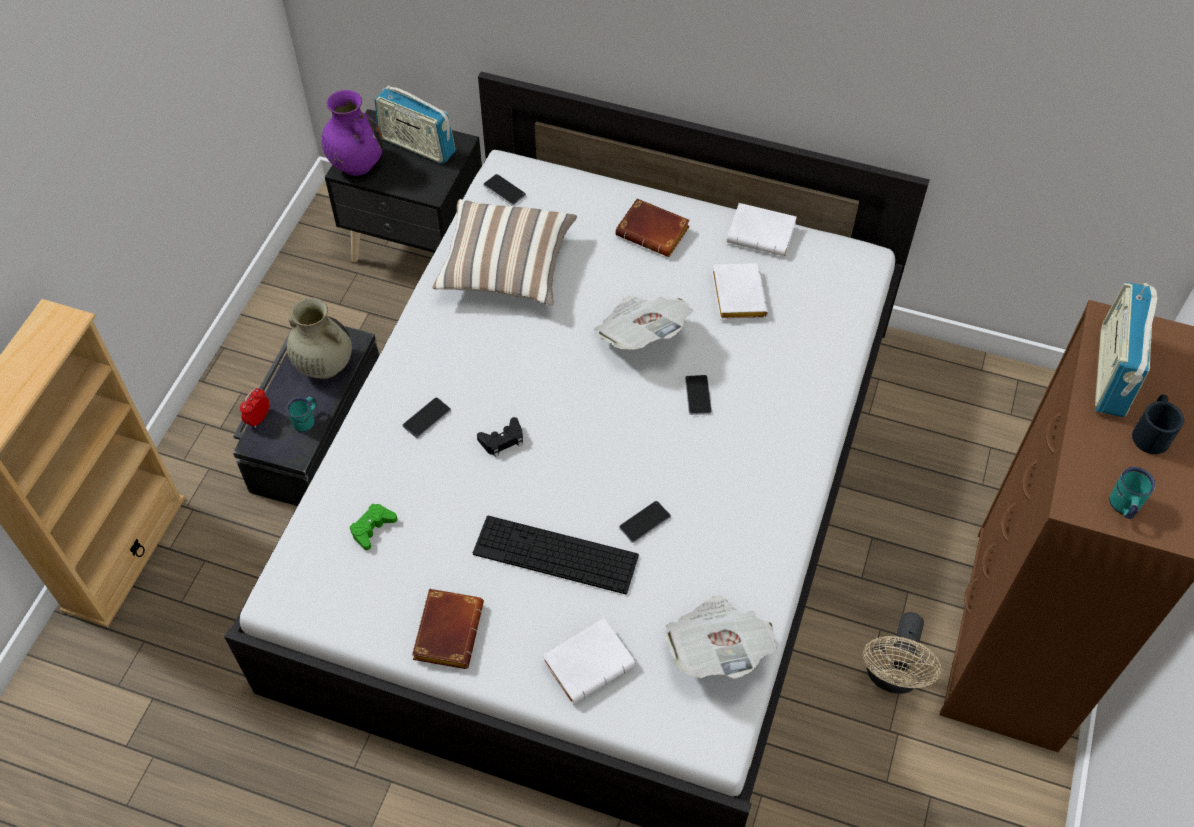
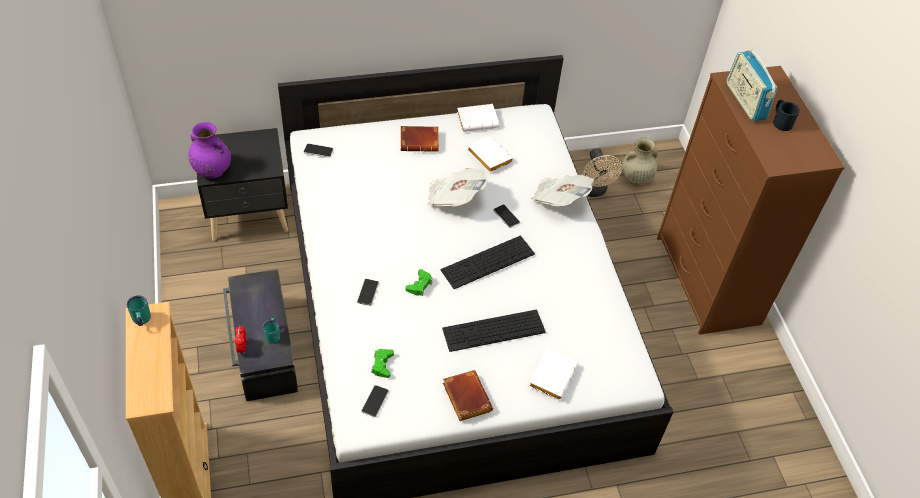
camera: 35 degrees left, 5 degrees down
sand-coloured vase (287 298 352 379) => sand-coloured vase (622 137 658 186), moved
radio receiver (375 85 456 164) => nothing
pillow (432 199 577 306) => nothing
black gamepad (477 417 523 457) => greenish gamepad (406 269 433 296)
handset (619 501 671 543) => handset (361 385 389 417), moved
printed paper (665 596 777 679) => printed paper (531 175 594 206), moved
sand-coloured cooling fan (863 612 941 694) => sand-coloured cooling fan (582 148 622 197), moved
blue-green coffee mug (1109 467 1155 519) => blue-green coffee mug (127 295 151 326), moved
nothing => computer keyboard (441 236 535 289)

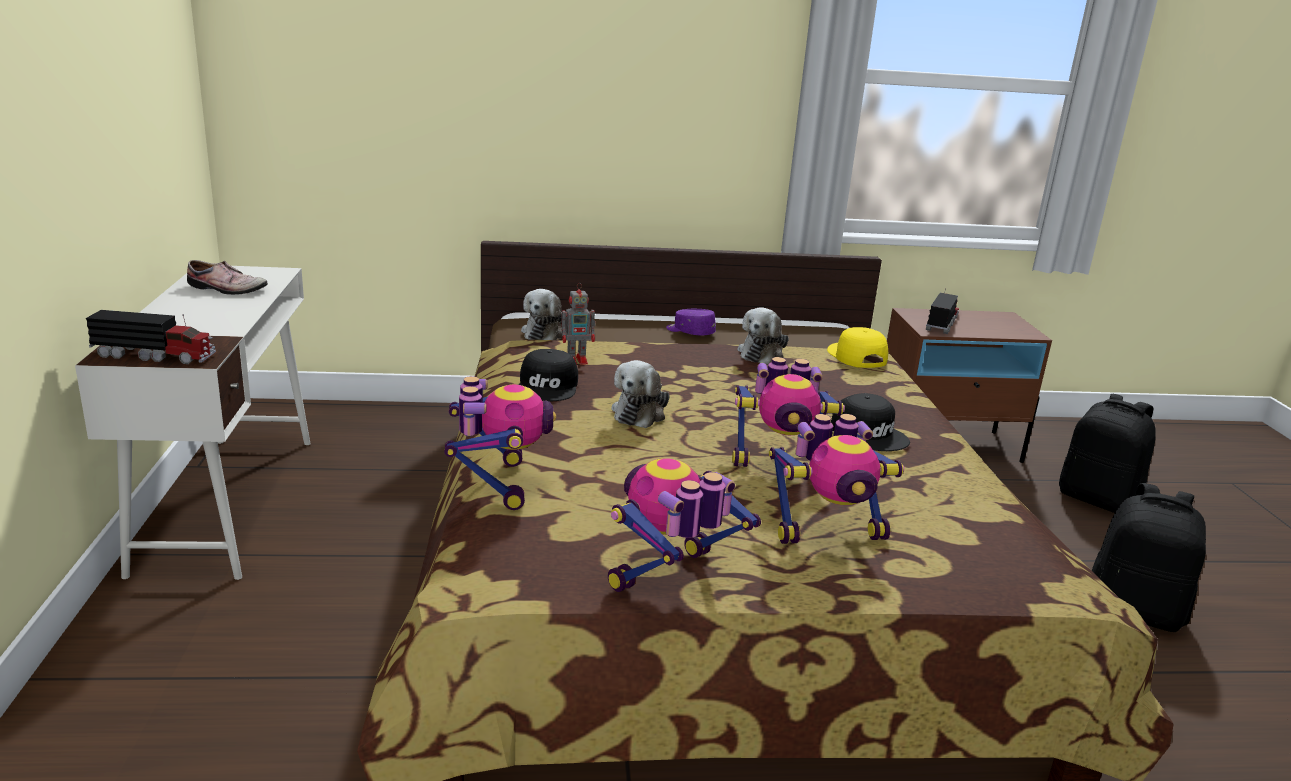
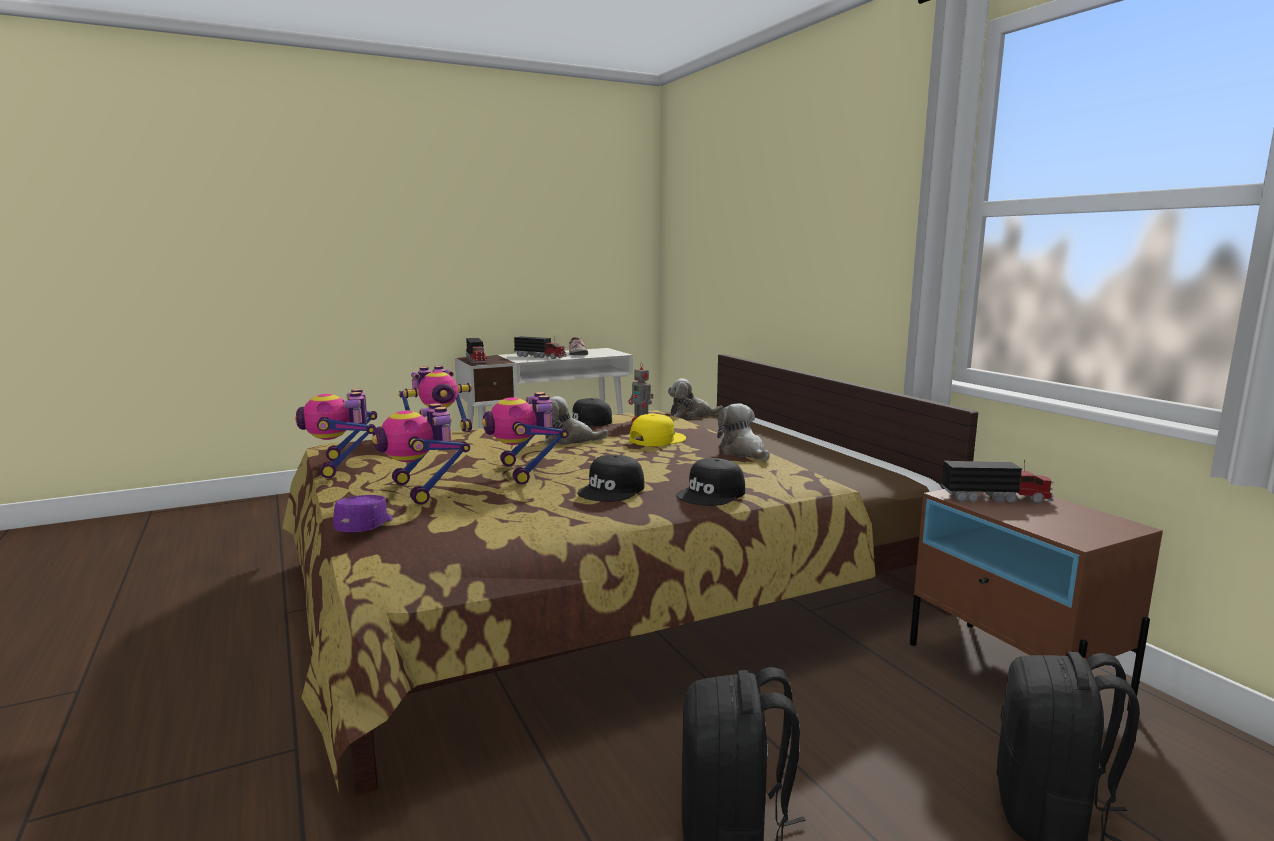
camera: 70 degrees right, 10 degrees down
robot figure (608 458 761 592) => robot figure (295 389 377 478), 135 degrees counterclockwise
purple-coloured cap (666 309 716 335) => purple-coloured cap (333 495 393 532), moved
soft toy (738 308 789 365) => soft toy (717 403 770 460), 60 degrees clockwise
yellow cap (827 327 888 368) => yellow cap (630 414 686 446), moved
nothing => model truck (514 336 567 359)
nothing => black cap (676 458 745 506)

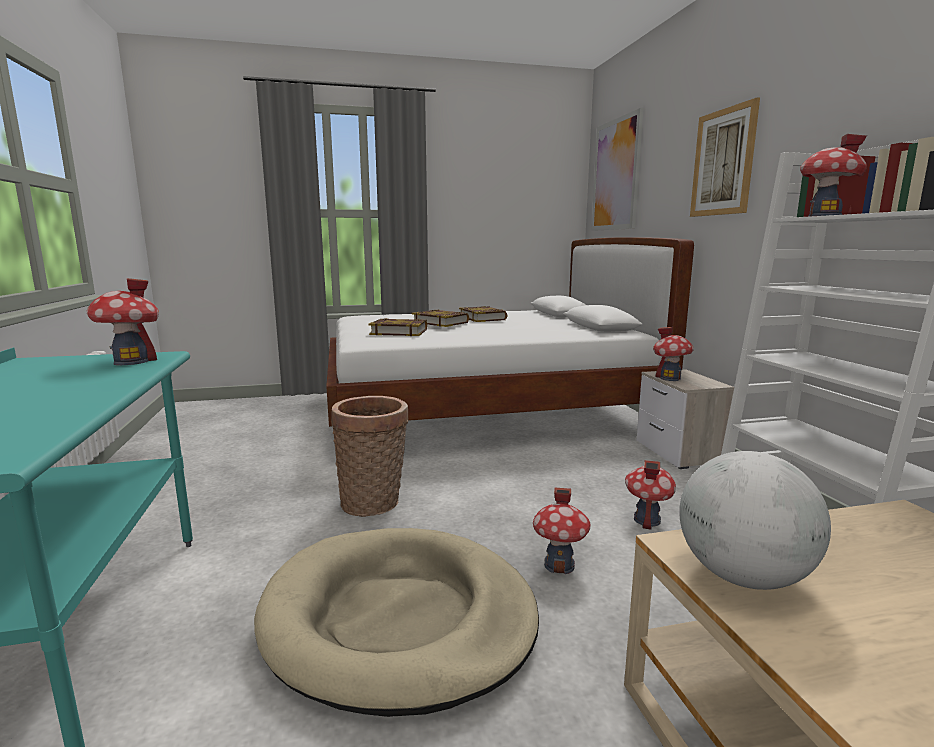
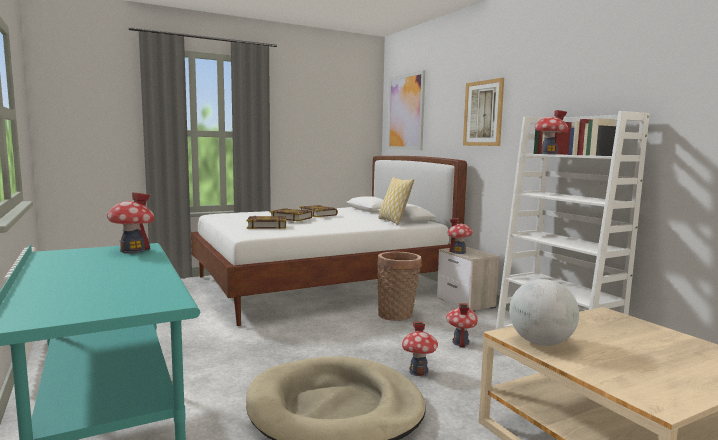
camera: 15 degrees left, 5 degrees down
household basket (331 396 408 517) => household basket (377 251 422 321), moved
nothing => pillow (379 177 414 225)

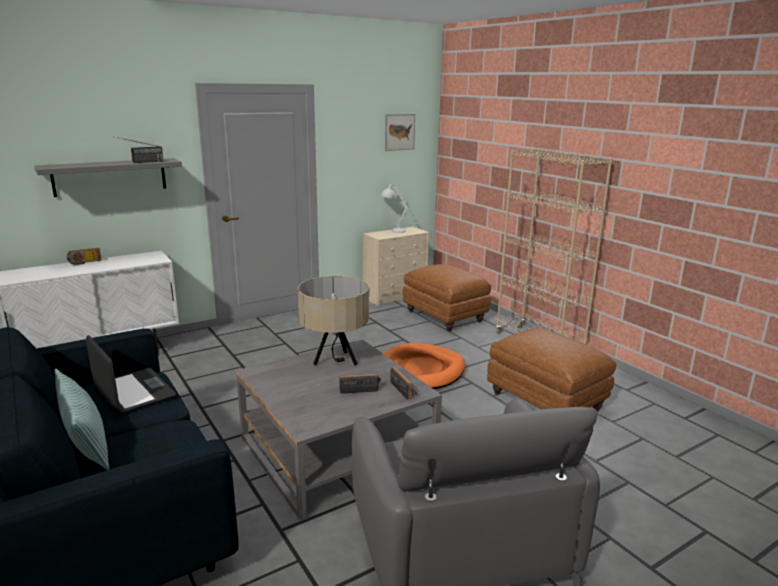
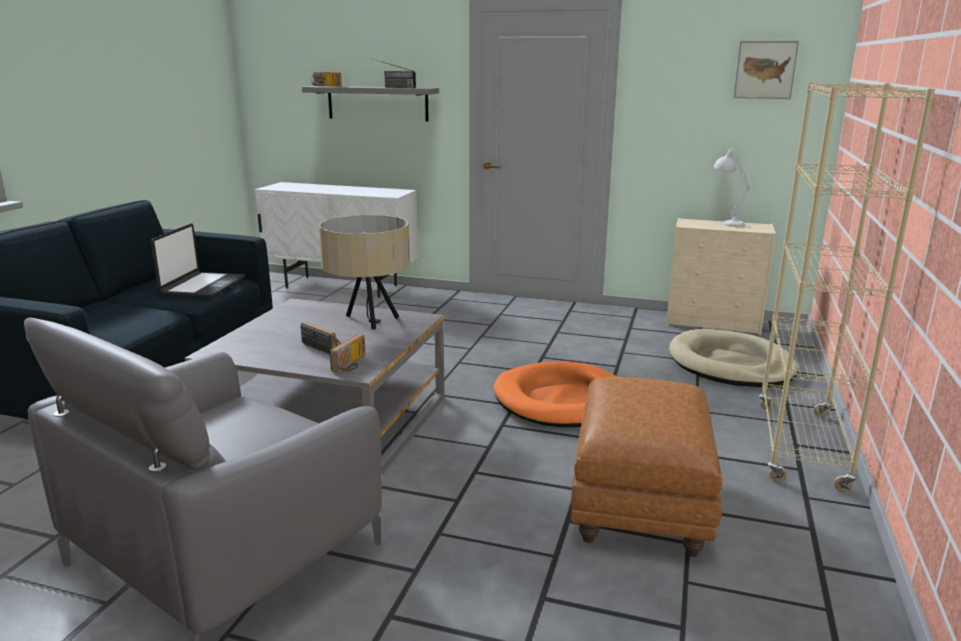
camera: 50 degrees right, 0 degrees up
pillow (55 368 109 470) => nothing
radio receiver (67 248 102 265) => radio receiver (311 72 342 87), moved
brown footrest (403 264 491 331) => sand-coloured pet bed (669 329 799 387)

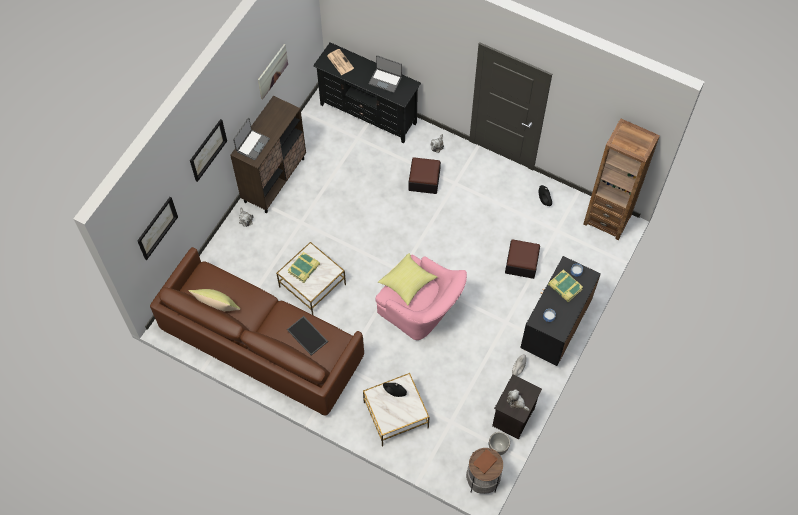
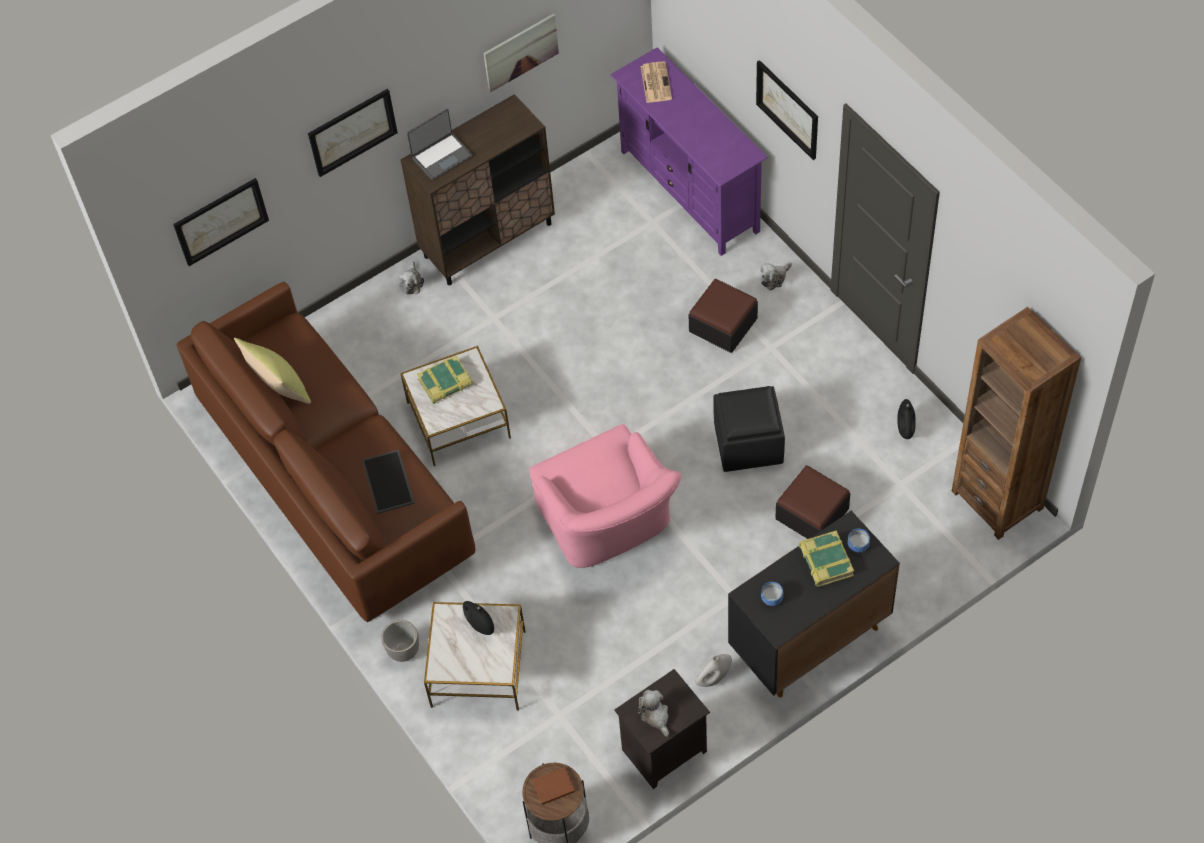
camera: 30 degrees right, 5 degrees down
black media console (313 42 421 144) => purple-coloured media console (610 48 768 256)
laptop (369 55 402 93) => nothing
yellow pillow (378 253 437 306) => nothing
plant pot (489 432 510 455) => plant pot (381 620 419 662), moved
nothing => black footrest (713 386 785 472)
nothing => wall art (756 60 818 160)

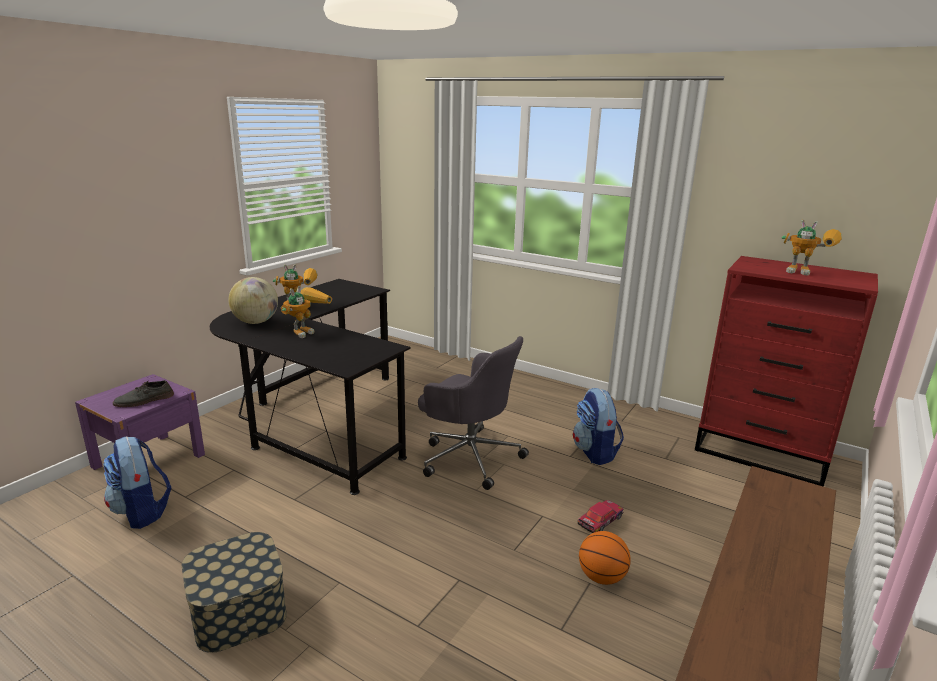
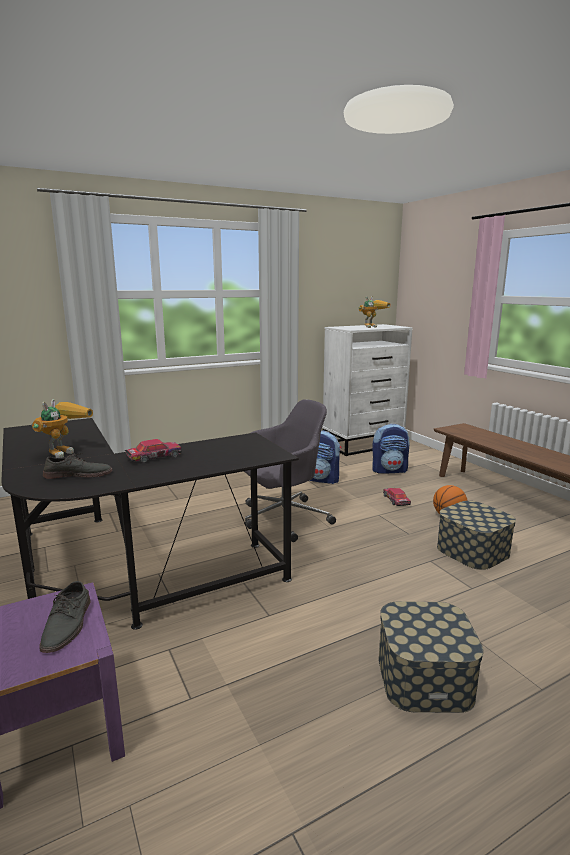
camera: 60 degrees left, 5 degrees down
rucksack (103 436 171 529) => rucksack (372 424 409 473), moved
world globe (228 277 278 324) => grey item of footwear (43 453 112 479)
robot figure (281 286 332 338) => toy car (125 439 182 463)
reddish chest of drawers (695 256 878 487) => white chest of drawers (322 324 412 456)
nothing => storage bin (437 501 516 570)

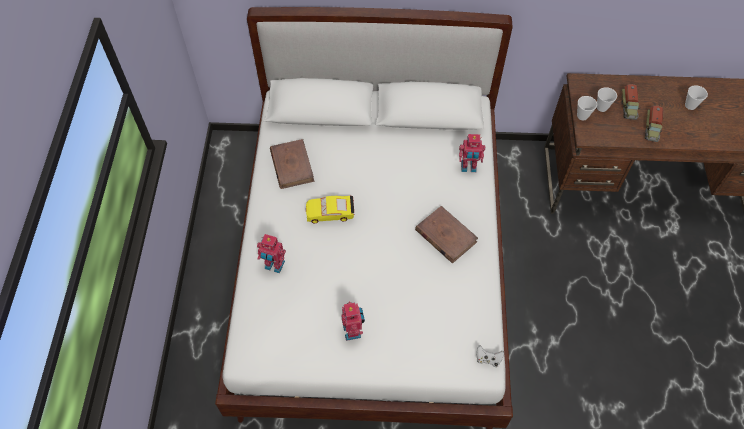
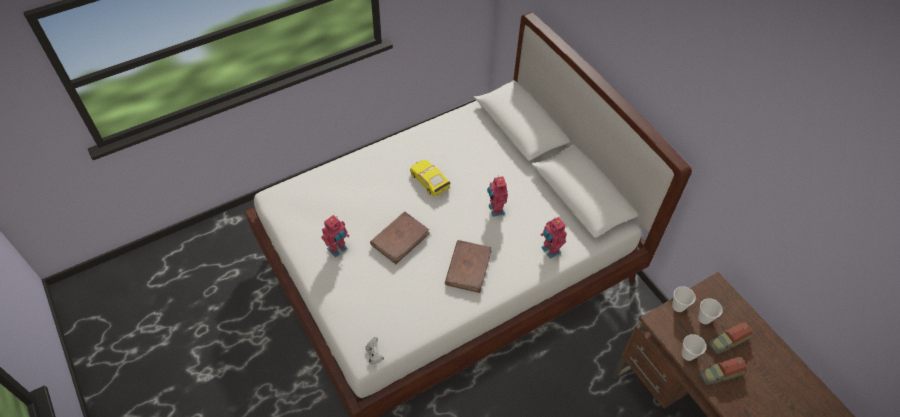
camera: 55 degrees right, 5 degrees down
robot figure (257 234 286 273) => robot figure (487 175 508 217), moved
brown bound book (270 139 314 189) => brown bound book (370 211 430 264), moved
drinking cup (685 85 708 110) => drinking cup (682 334 706 361), moved

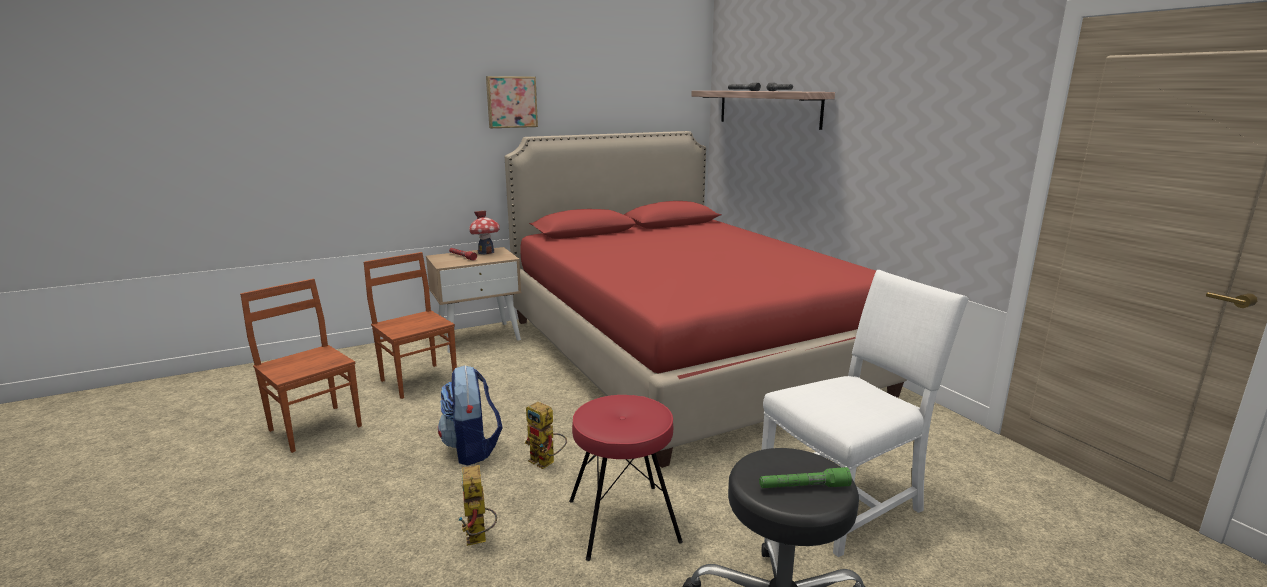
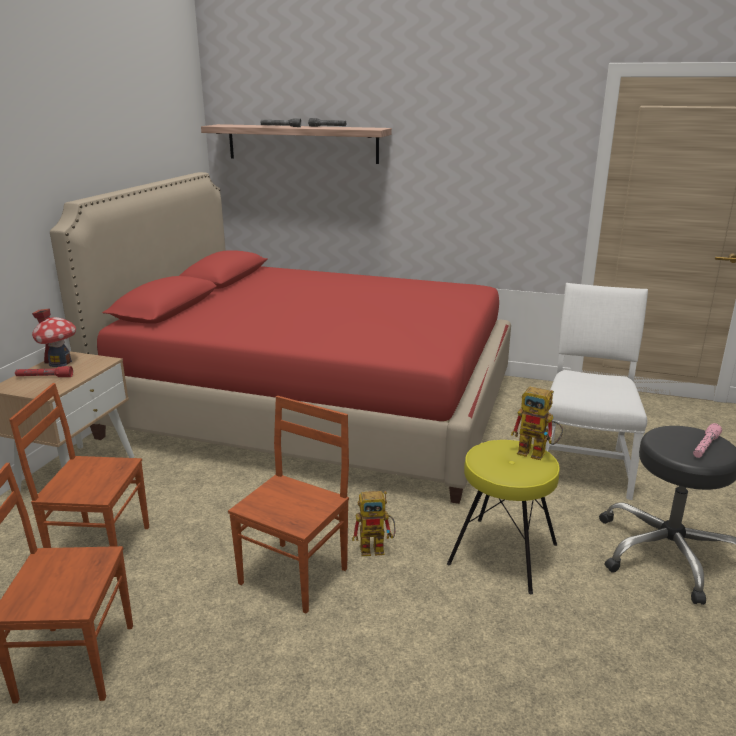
camera: 45 degrees left, 5 degrees up
rucksack (438 365 502 465) => brown upright chair (228 396 349 614)
robot figure (458 465 497 546) => robot figure (511 387 563 460), moved
wall art (486 76 538 128) => nothing
reddish sitting stool (569 395 683 561) => yellow sitting stool (447 440 560 594)
greenish hand torch (759 467 852 488) => pinkish hand torch (693 423 722 458)

